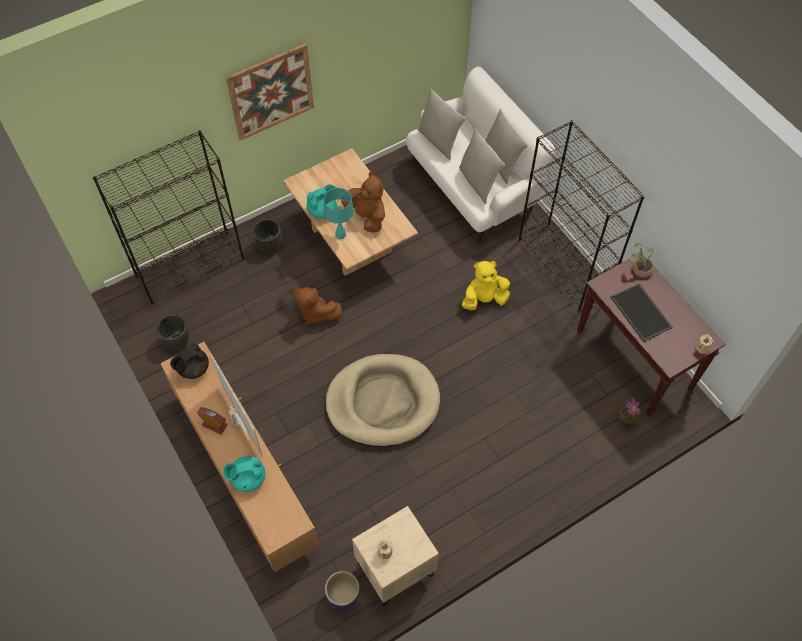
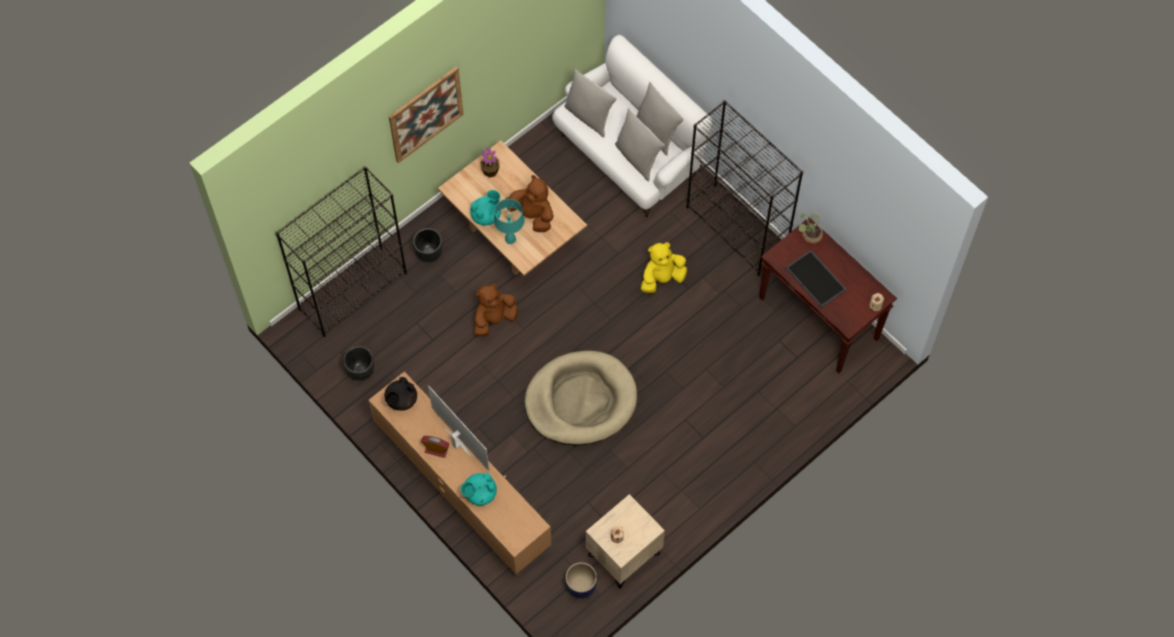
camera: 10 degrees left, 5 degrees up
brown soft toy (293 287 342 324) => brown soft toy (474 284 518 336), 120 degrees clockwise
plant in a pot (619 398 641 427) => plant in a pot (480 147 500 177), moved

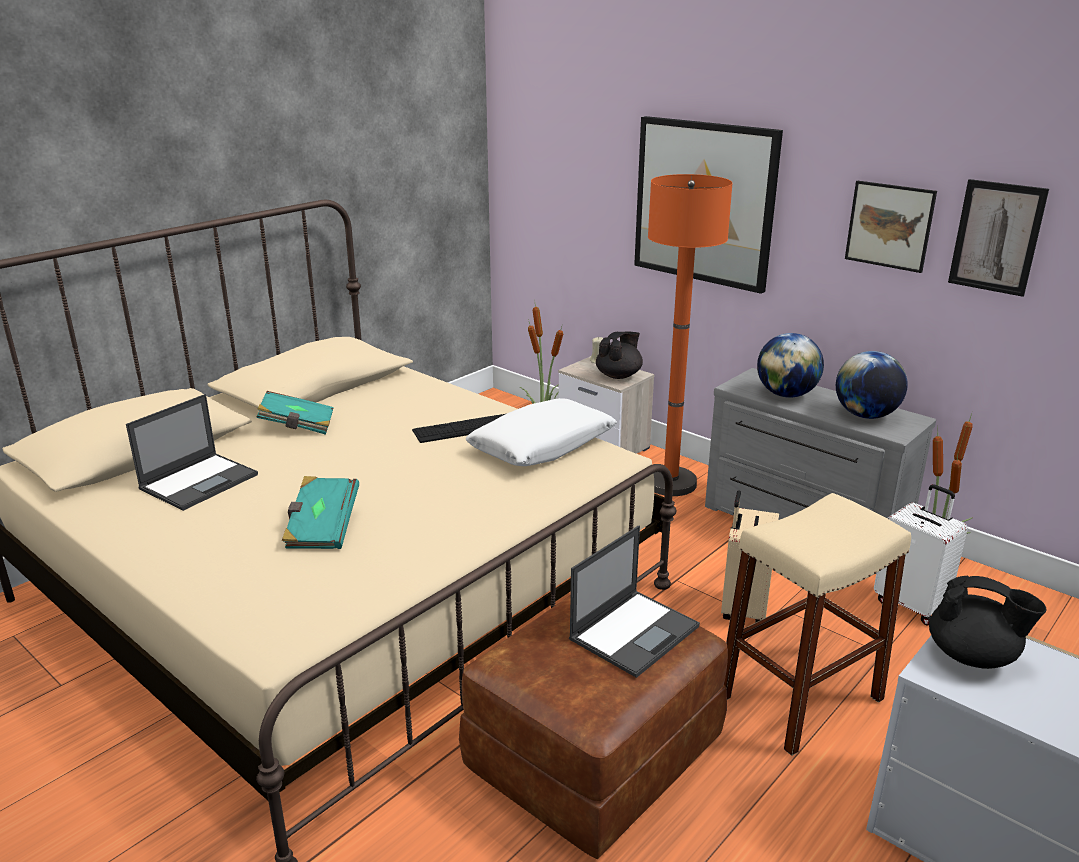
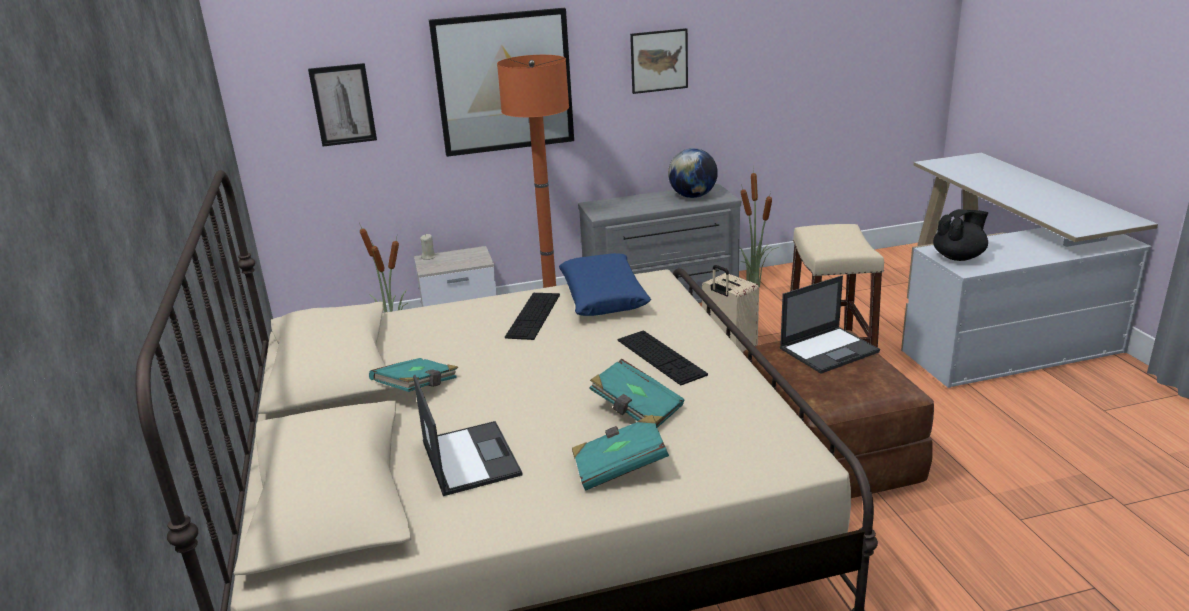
camera: 55 degrees left, 0 degrees up
white pillow (466 398 617 466) => blue-coloured pillow (559 253 651 316)
laptop (569 526 700 678) => laptop (780 275 880 374), 75 degrees clockwise
black tea pot (596 332 643 379) => nothing
world globe (757 333 824 398) => nothing
white piece of luggage (874 484 968 625) => nothing
wall art (948 179 1049 297) => wall art (308 63 377 146), moved
nothing => blue-green bound book (572 415 669 491)
nothing => computer keyboard (618 330 708 385)

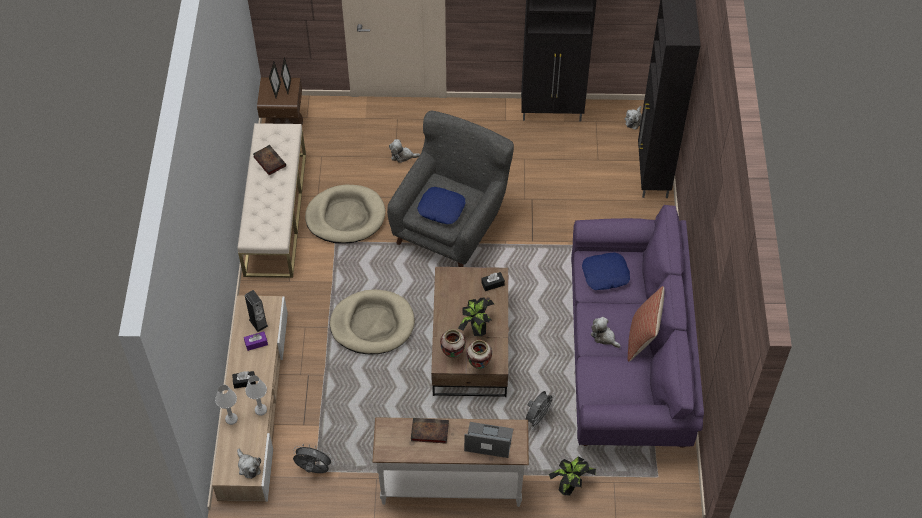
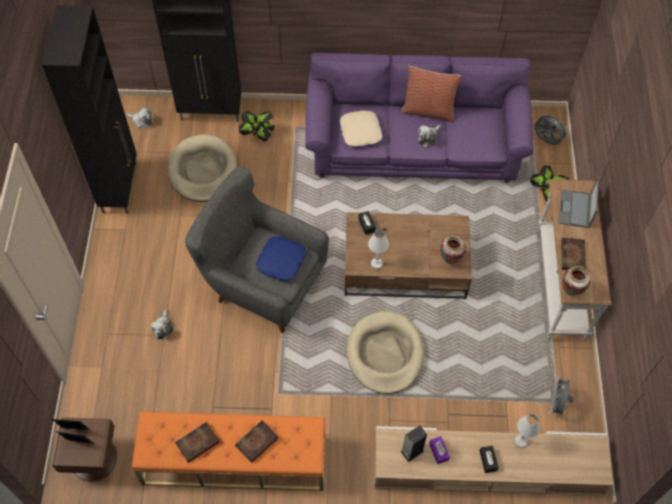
camera: 90 degrees left, 5 degrees up
white lamp for a table (215 385 238 425) => white lamp for a table (368 230 389 269), moved
sand-coloured bench (237 123 306 278) => orange bench (132 412 325 491)
soft toy (237 449 261 479) => nothing
sand-coloured pet bed (305 185 386 244) => sand-coloured pet bed (168 134 237 202), moved
plant in a pot (458 298 494 336) => plant in a pot (239 111 275 142), moved
vase (467 340 492 369) => vase (562 266 591 296), moved
grey cooling fan (526 391 556 430) => grey cooling fan (535 113 569 144), moved
blue-coloured pillow (582 252 630 290) => sand-coloured pillow (340 110 382 146)
nothing => bound book (235 420 279 463)

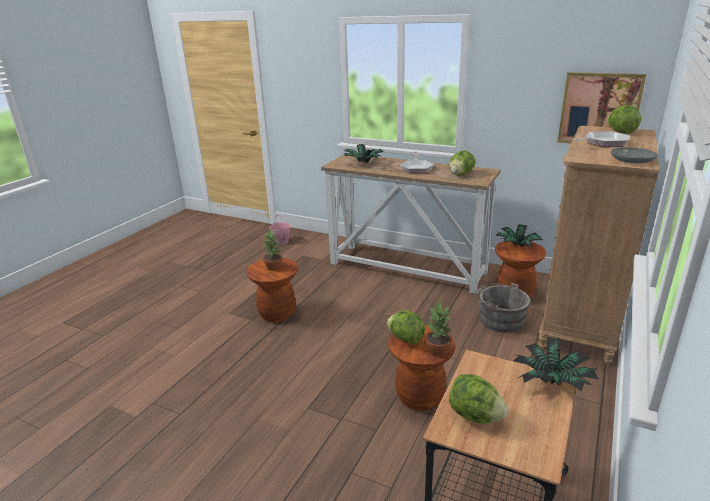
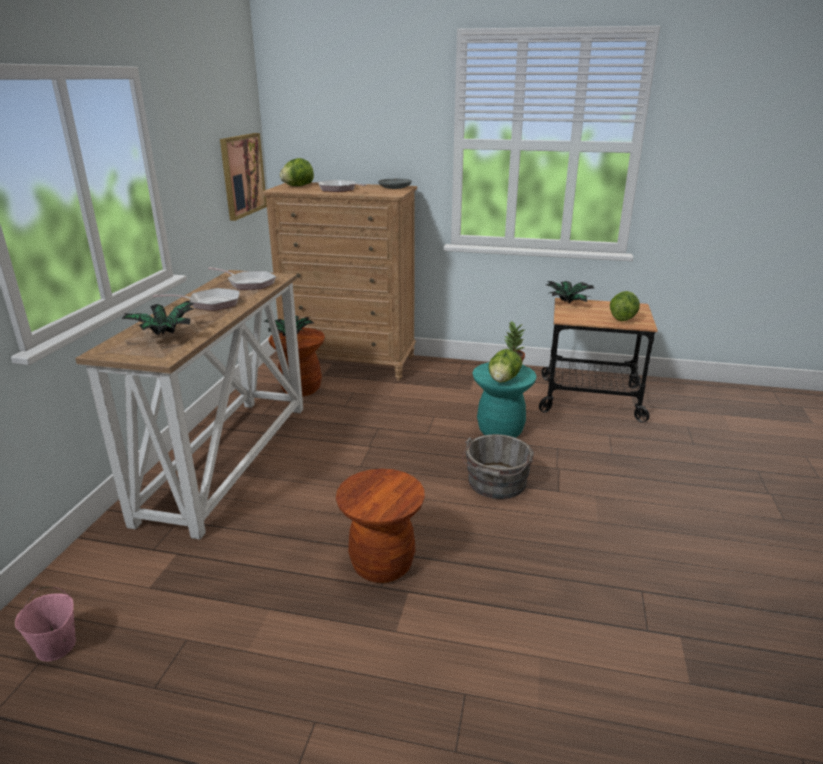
camera: 105 degrees left, 0 degrees up
plant in a pot (262 228 282 271) => nothing
brown sitting stool (388 325 456 411) => blue-green sitting stool (473 362 537 438)
lettuce head (449 150 476 175) => skillet (208 267 276 290)
grey bucket (474 283 531 333) => grey bucket (462 434 534 499), moved

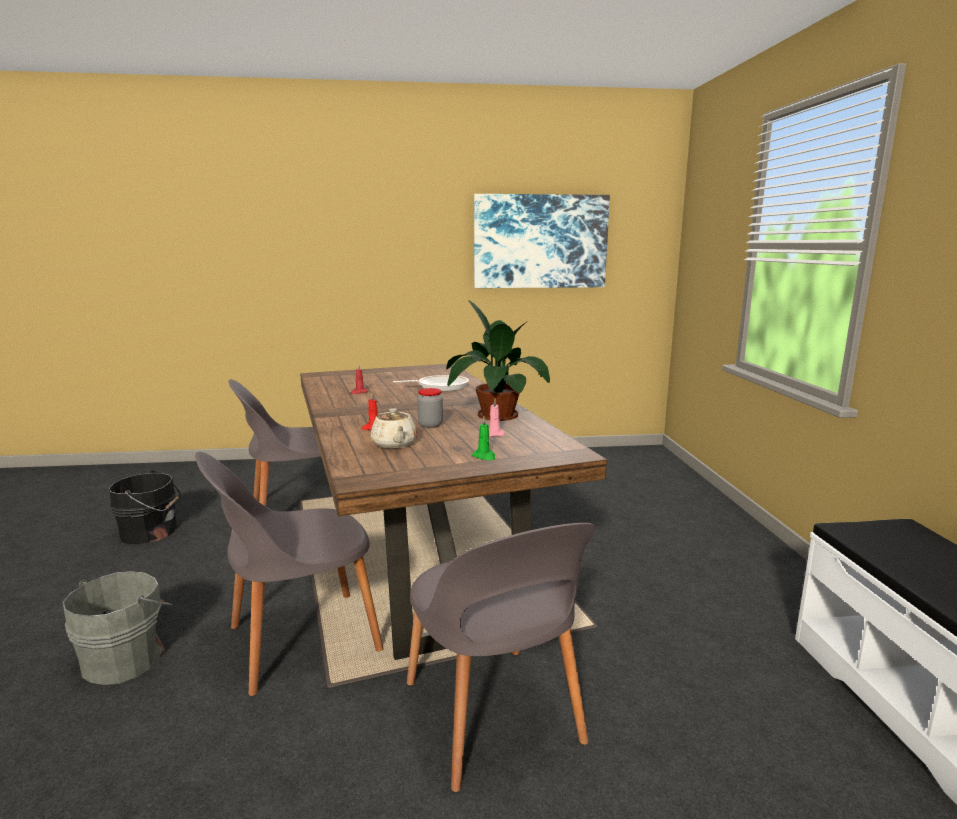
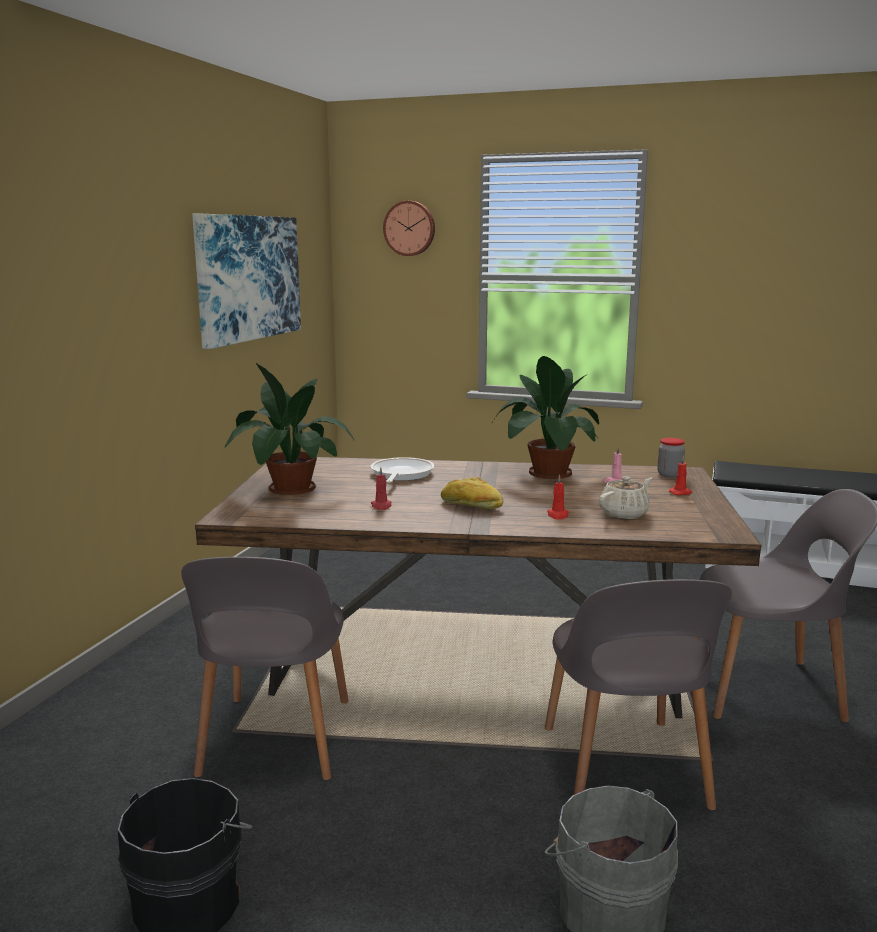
camera: 65 degrees left, 0 degrees up
sand-coloured tea pot (371 408 417 448) => sand-coloured tea pot (599 476 652 519), 45 degrees counterclockwise
jar (418 388 443 428) => jar (657 438 685 478), moved
greenish wax light (472 417 495 460) => reddish wax light (669 456 692 495)
nothing => plant in a pot (225 363 354 495)
nothing => hanging clock (383 201 435 256)
nothing => bakery bread (441 477 503 509)

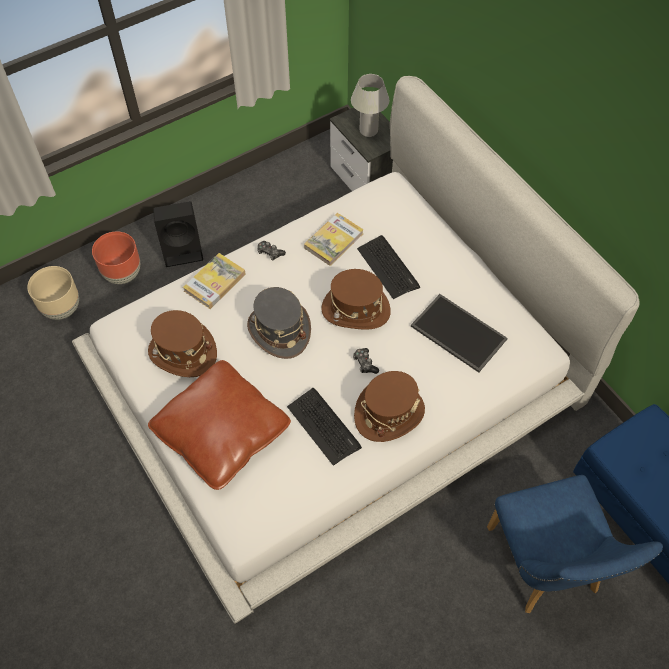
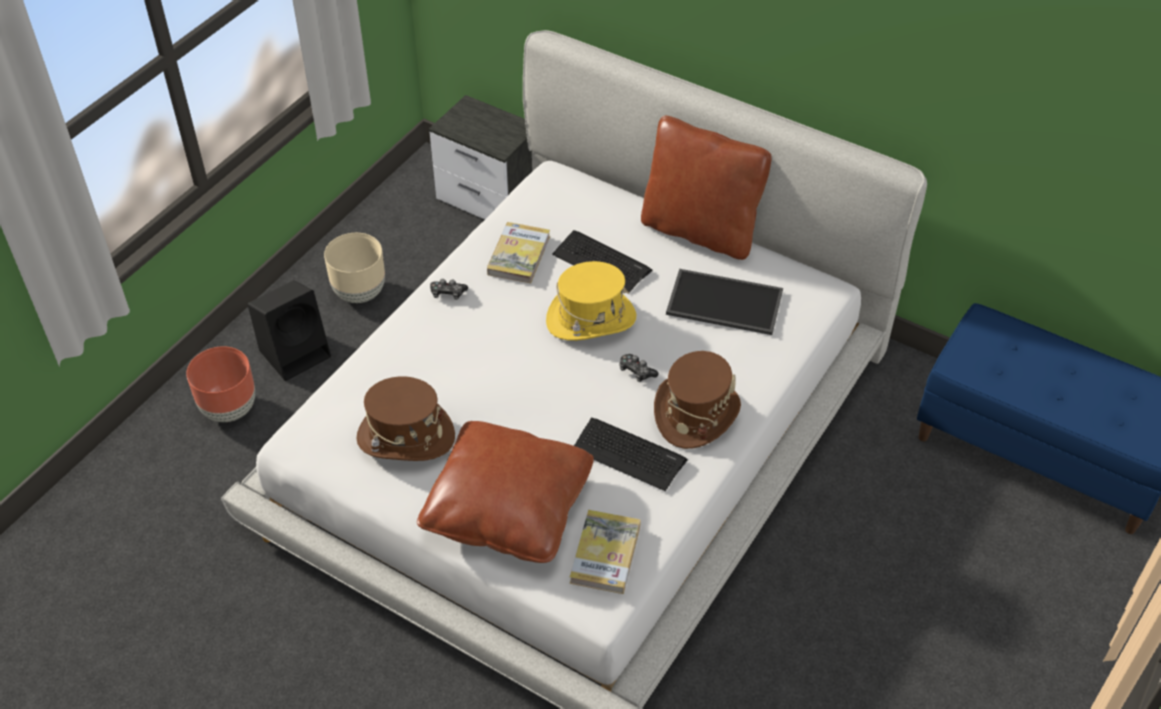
camera: 25 degrees left, 10 degrees down
sand-coloured plant pot (27 266 79 320) => sand-coloured plant pot (324 233 385 303), moved
bound book (183 253 246 309) => bound book (570 510 641 594), moved
grey wearable hat (247 287 311 359) => nothing
brown wearable hat (321 269 391 330) => yellow wearable hat (546 261 636 341)
white lamp for a table (351 74 389 137) => nothing
blue-coloured upright chair (487 475 663 613) => nothing
nothing => brown pillow (641 116 772 260)

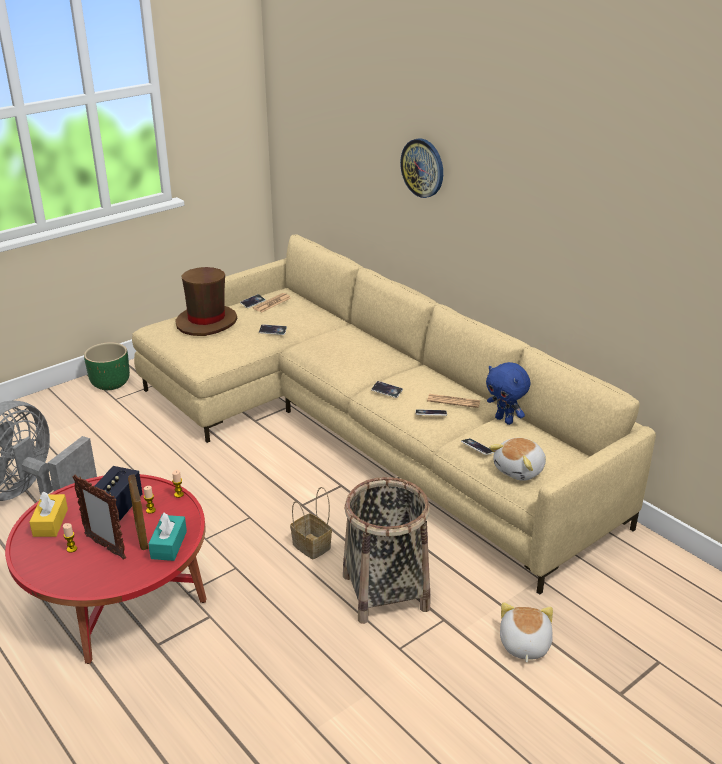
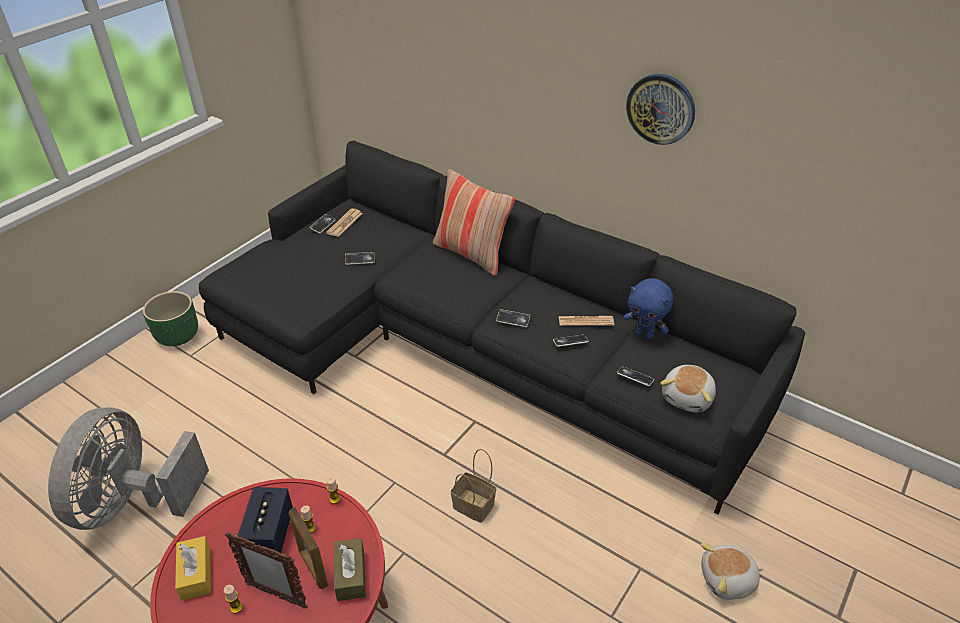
camera: 15 degrees left, 10 degrees up
sand-coloured couch (132 234 656 594) => black couch (199 141 805 514)
blue-green tissue box (148 513 187 561) => brown tissue box (334 538 366 601)
brown wearable hat (175 267 237 336) => nothing
household basket (343 477 430 624) => nothing
hanging clock (400 139 443 198) => hanging clock (626 74 695 145), moved
soft toy (500 602 553 663) => soft toy (700 543 764 600), 90 degrees counterclockwise
nothing => pillow (433 169 515 276)

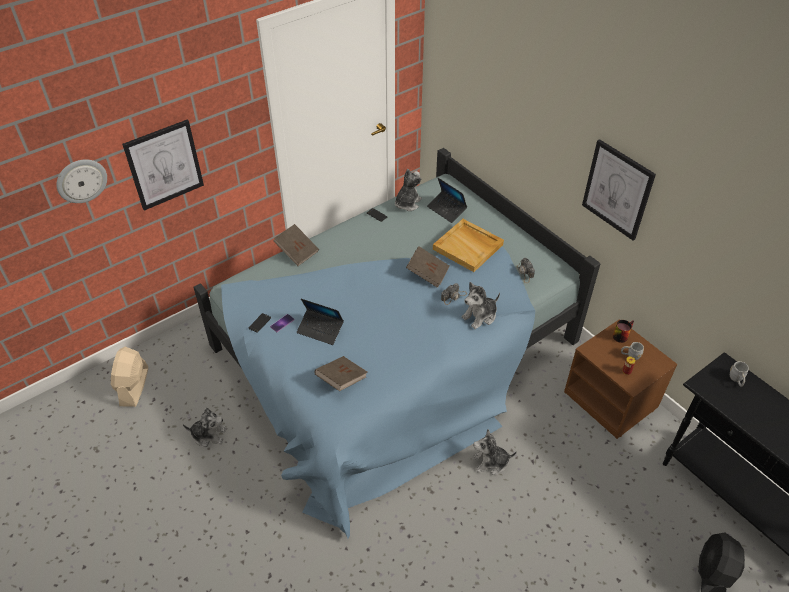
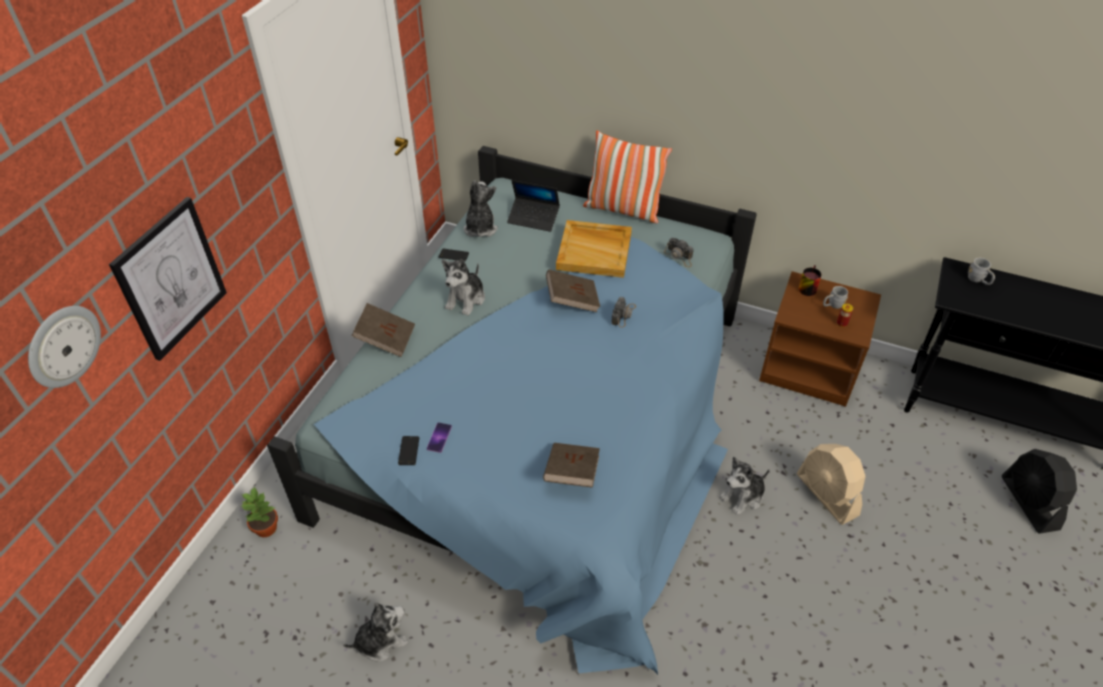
camera: 30 degrees left, 0 degrees up
sand-coloured cooling fan (111 347 148 407) => sand-coloured cooling fan (797 444 866 525), moved
laptop (297 299 344 345) => nothing
soft toy (462 282 500 329) => soft toy (442 259 485 316), moved
wall art (582 139 656 241) => nothing
nothing => plant in a pot (241 486 278 537)
nothing => pillow (583 130 672 223)

